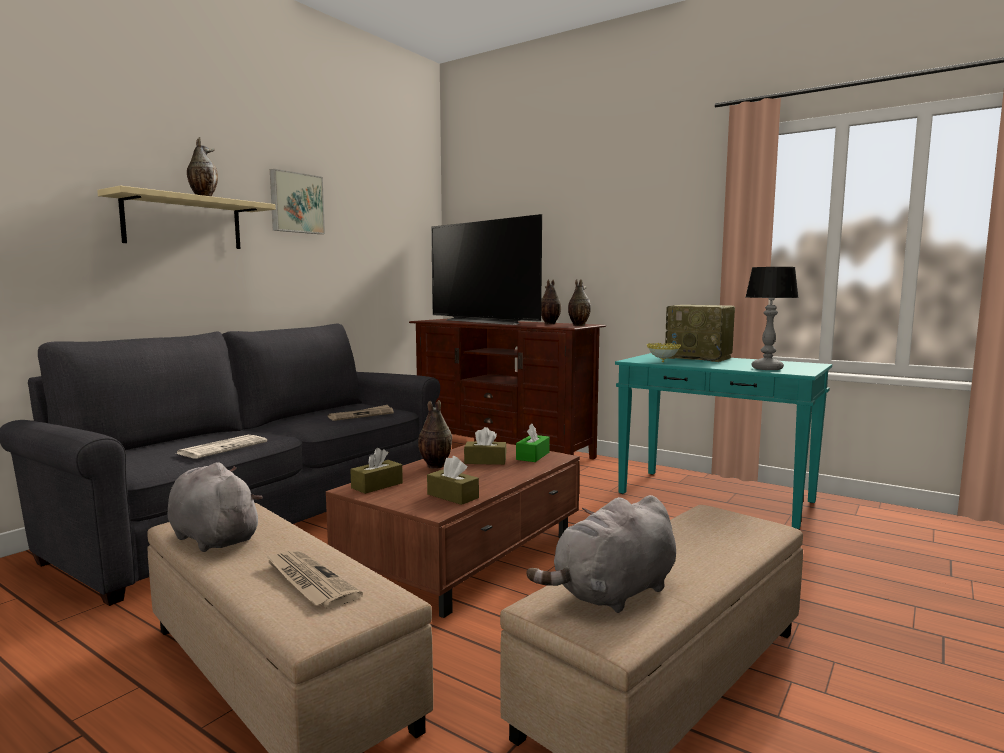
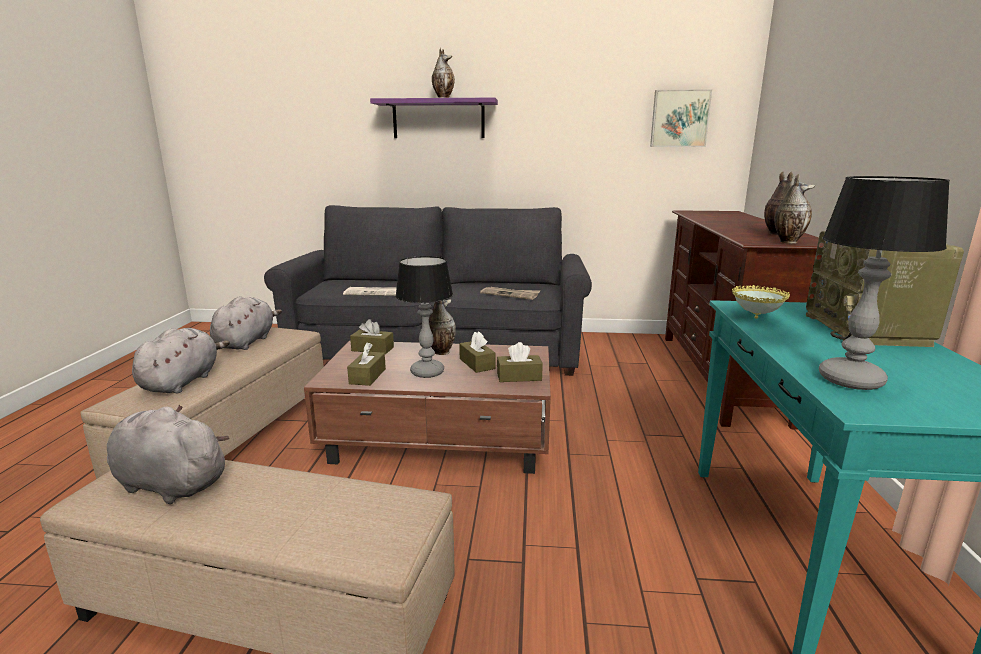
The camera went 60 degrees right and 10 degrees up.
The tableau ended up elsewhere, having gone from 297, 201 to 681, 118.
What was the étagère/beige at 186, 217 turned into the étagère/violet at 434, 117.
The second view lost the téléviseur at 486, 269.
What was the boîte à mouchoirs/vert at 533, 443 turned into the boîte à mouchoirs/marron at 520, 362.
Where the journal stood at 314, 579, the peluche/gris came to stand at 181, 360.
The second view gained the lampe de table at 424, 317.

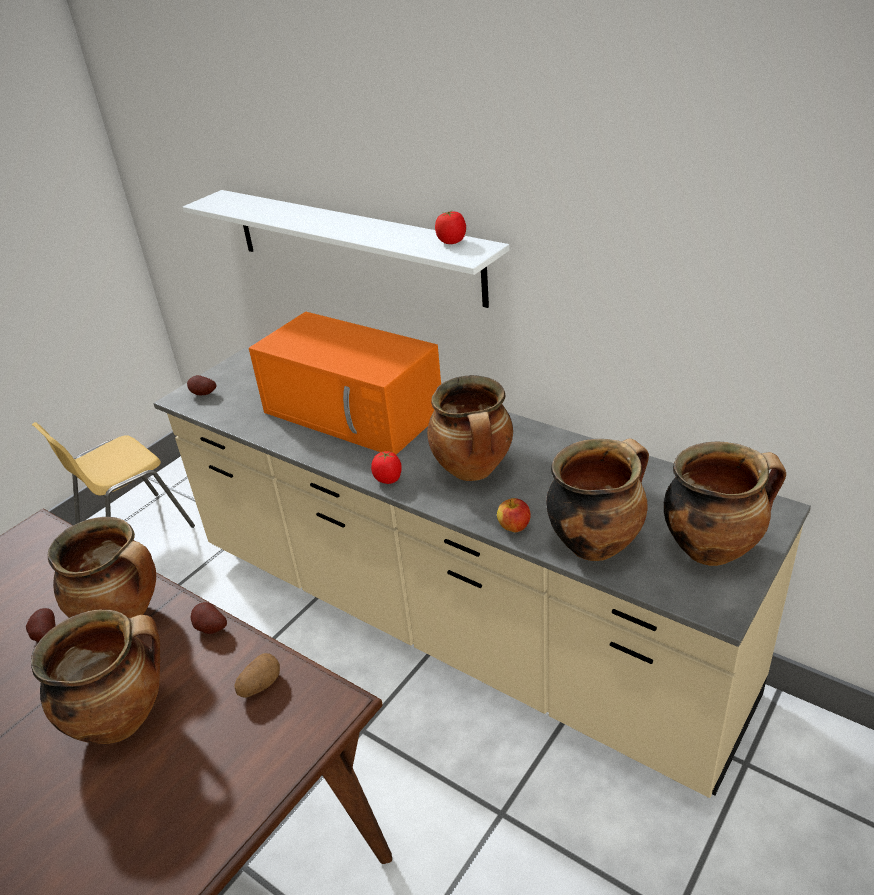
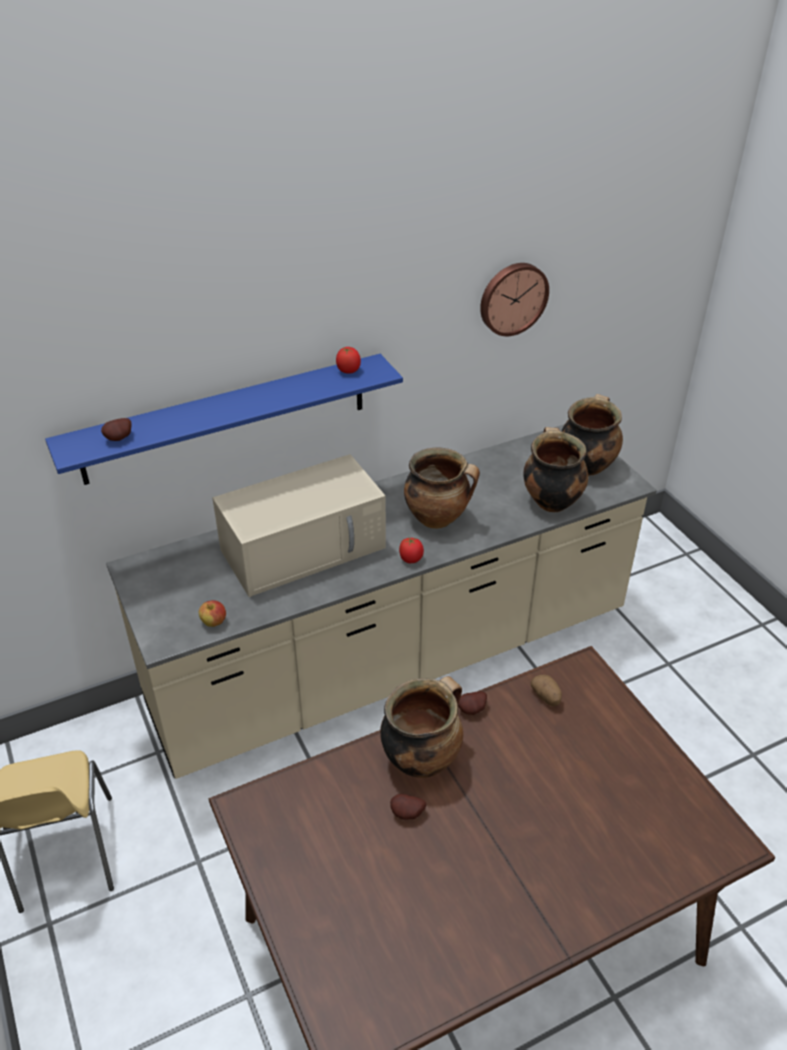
The camera went 65 degrees left and 5 degrees up.
What was the étagère/blanc at 345, 249 turned into the étagère/bleu at 224, 419.
What was the micro-ondes/orange at 345, 383 turned into the micro-ondes/beige at 299, 525.
The pomme de terre ended up elsewhere, having gone from 202, 385 to 116, 429.
The pomme ended up elsewhere, having gone from 514, 515 to 212, 613.
The second view lost the marmite at 95, 676.
The second view gained the horloge murale at 514, 299.

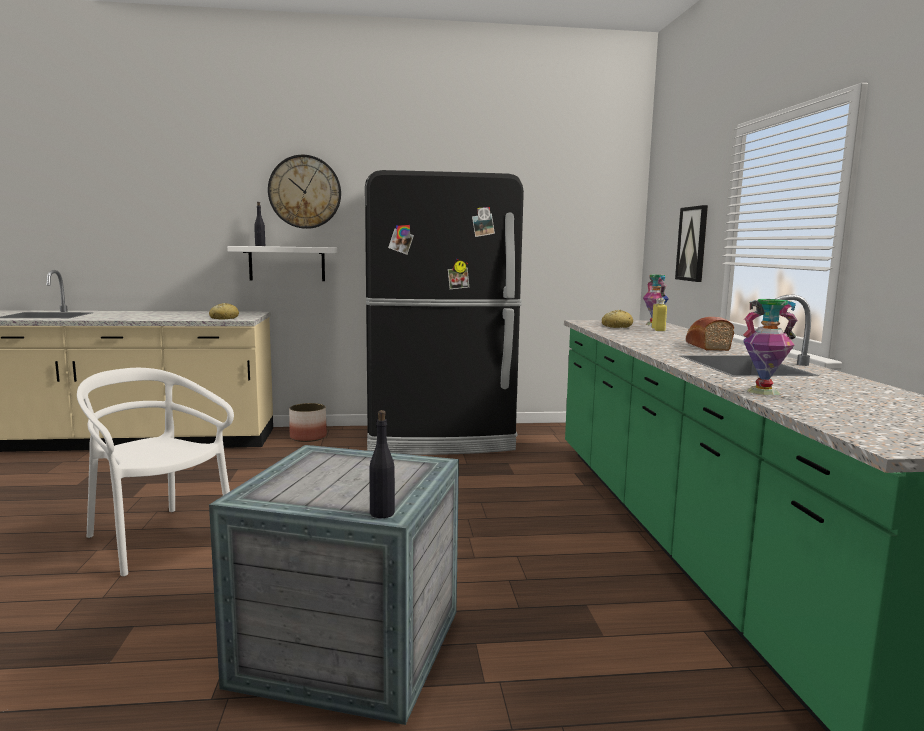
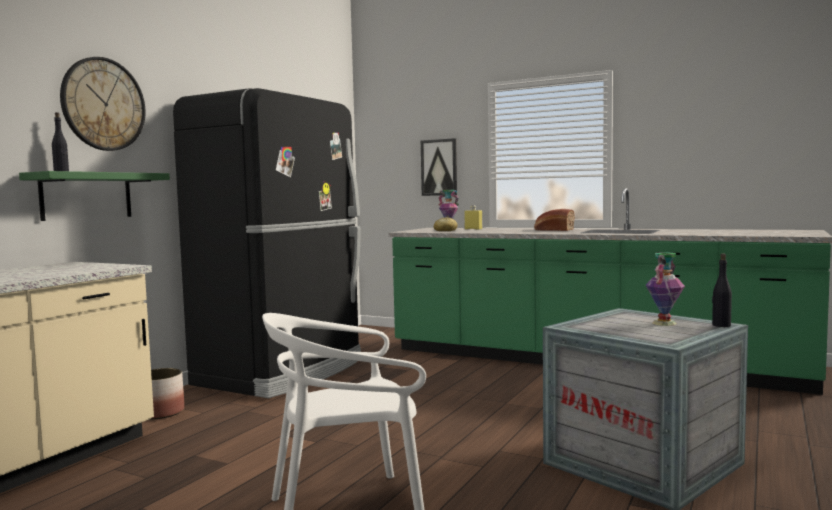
The camera went 55 degrees left and 5 degrees down.
What was the étagère/blanc at 282, 263 turned into the étagère/vert at 94, 196.
The vase ended up elsewhere, having gone from 770, 347 to 665, 289.
The second view lost the pain at 224, 311.

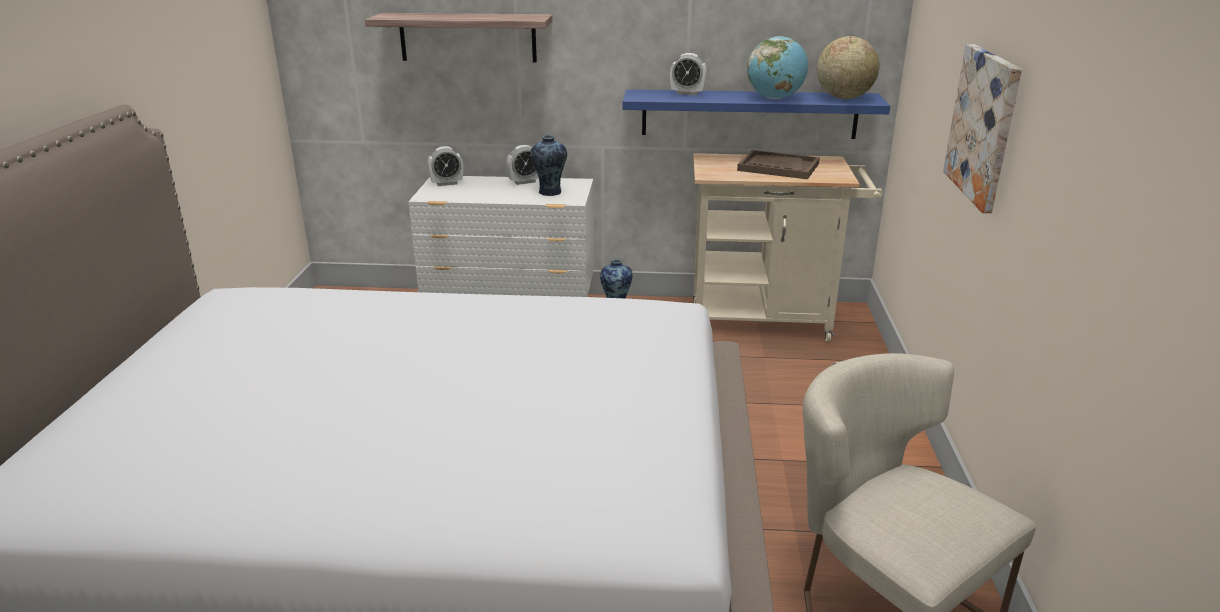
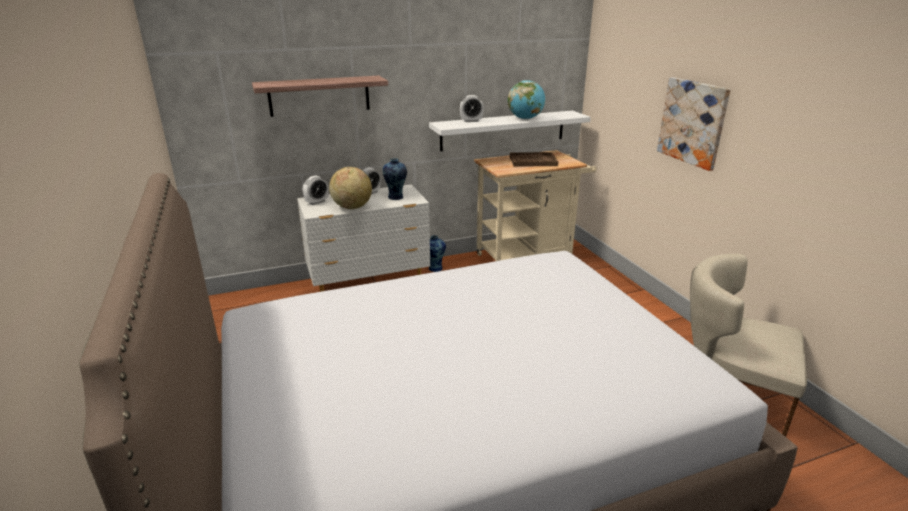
The camera went 25 degrees left and 0 degrees up.
The globe ended up elsewhere, having gone from 848, 67 to 350, 188.
What was the étagère/bleu at 756, 114 turned into the étagère/blanc at 510, 130.

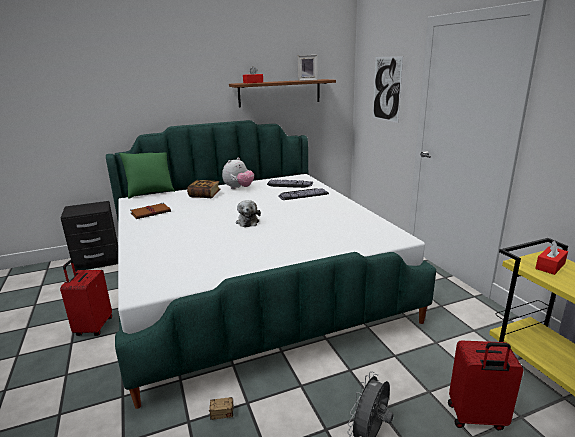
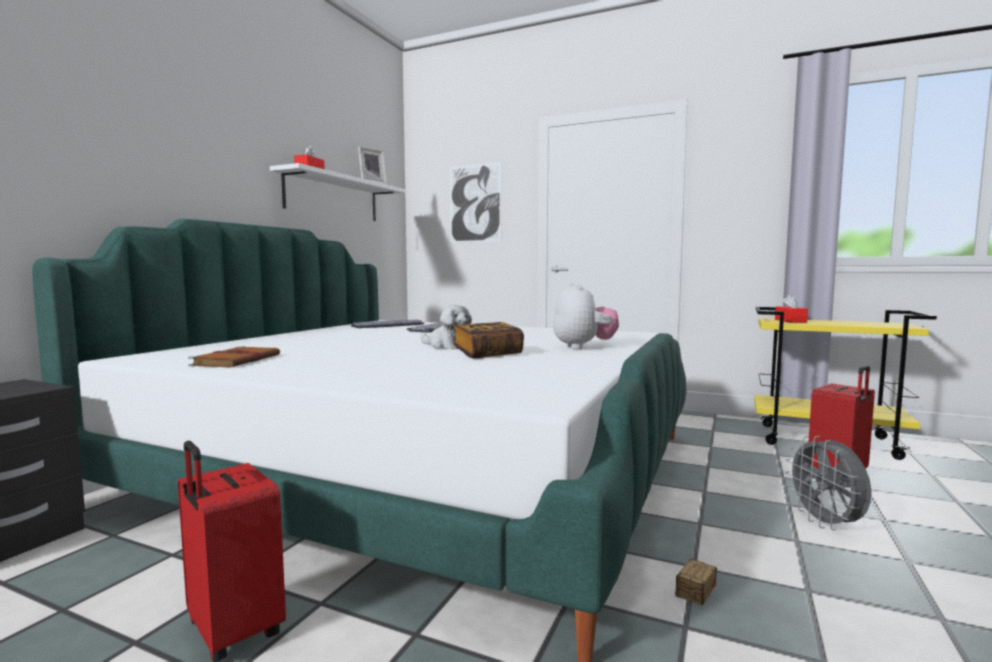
The camera went 45 degrees left and 15 degrees down.
What was the étagère/marron at 282, 93 turned into the étagère/blanc at 337, 192.
The second view lost the coussin/vert at 147, 175.
The peluche ended up elsewhere, having gone from 238, 173 to 586, 316.
The livre ended up elsewhere, having gone from 203, 189 to 488, 340.

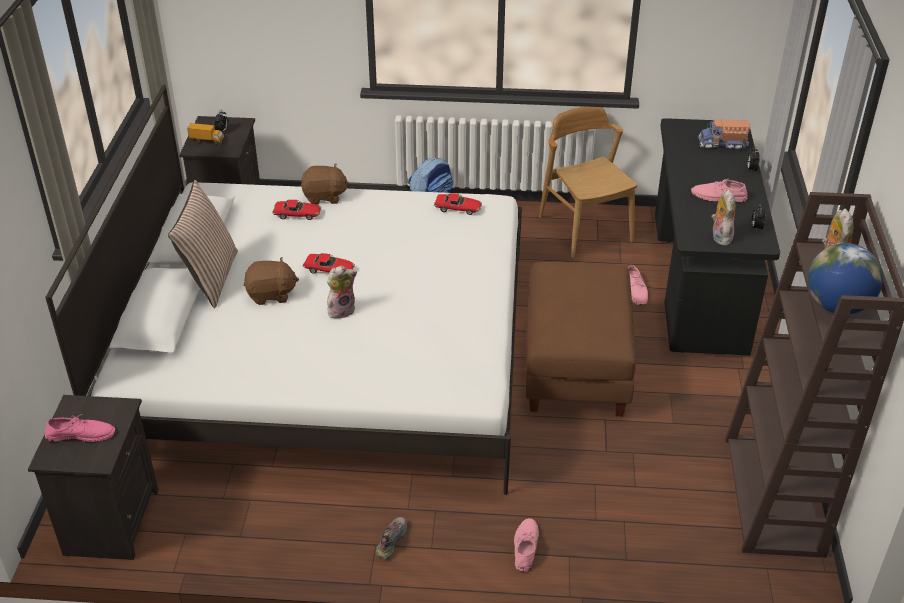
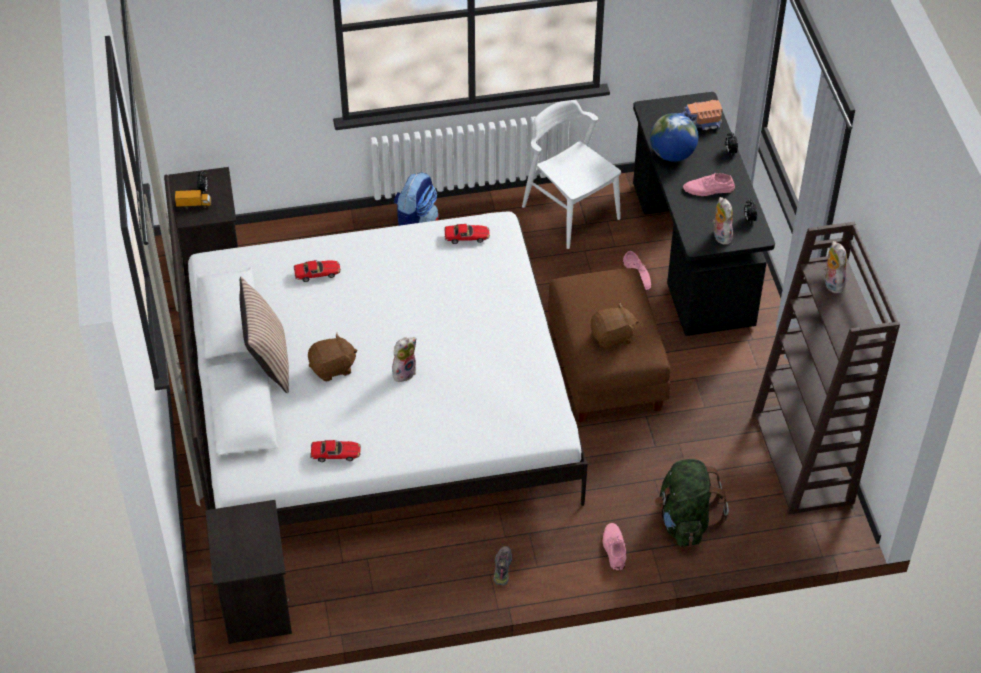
The camera went 15 degrees left and 10 degrees up.
What was the chaise/marron at 588, 182 turned into the chaise/blanc at 571, 174.
The peluche/marron ended up elsewhere, having gone from 325, 183 to 614, 326.
The globe ended up elsewhere, having gone from 845, 278 to 674, 137.
The petite voiture ended up elsewhere, having gone from 329, 263 to 335, 451.
The second view lost the chaussure/rose at 80, 428.
The second view gained the sac à dos/vert at 691, 503.

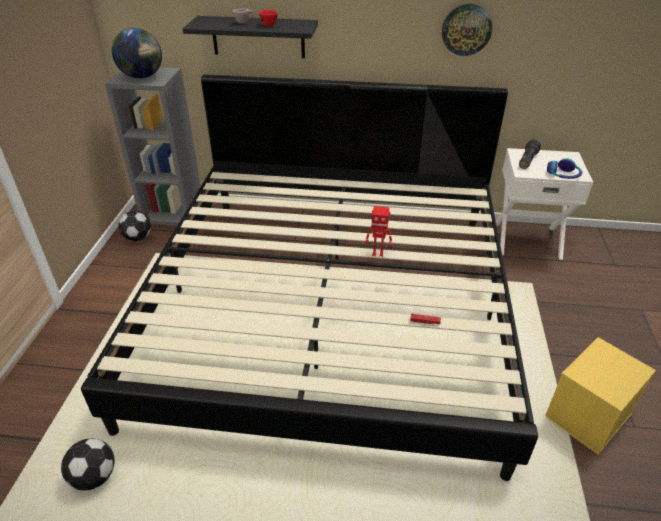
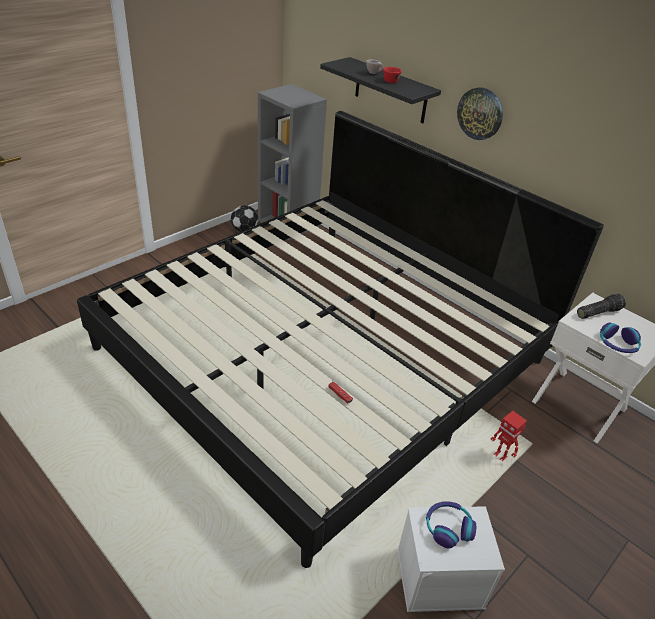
The camera went 35 degrees right and 0 degrees up.
The horloge murale ended up elsewhere, having gone from 467, 30 to 480, 113.
The second view lost the globe at 137, 53.
The robot jouet ended up elsewhere, having gone from 378, 231 to 508, 436.
What was the boîte de rangement/jaune at 600, 396 turned into the boîte de rangement/blanc at 451, 559.
The second view lost the ballon de foot at 88, 464.
The second view gained the casque audio at 451, 524.

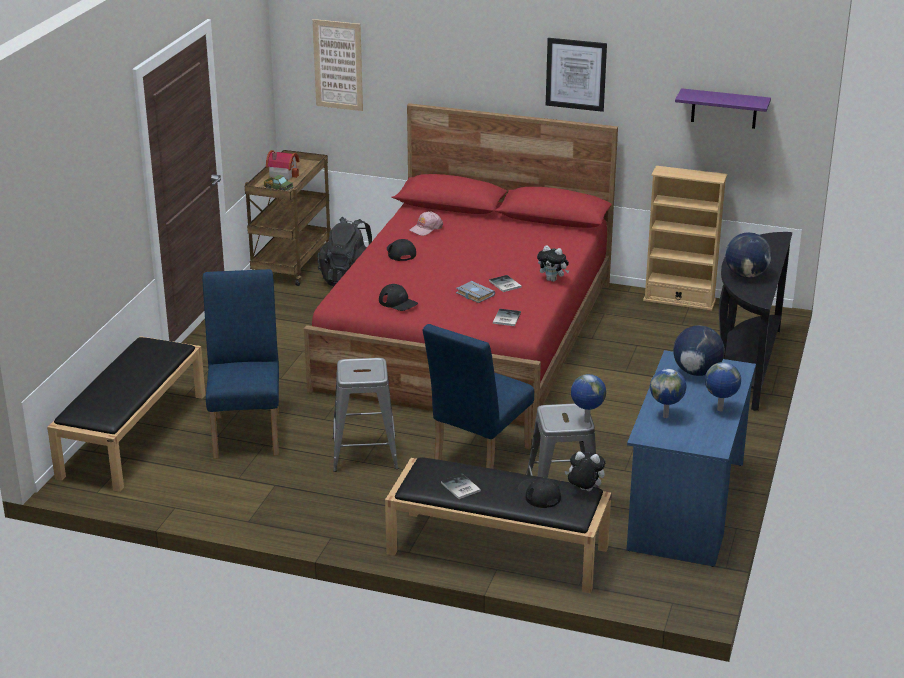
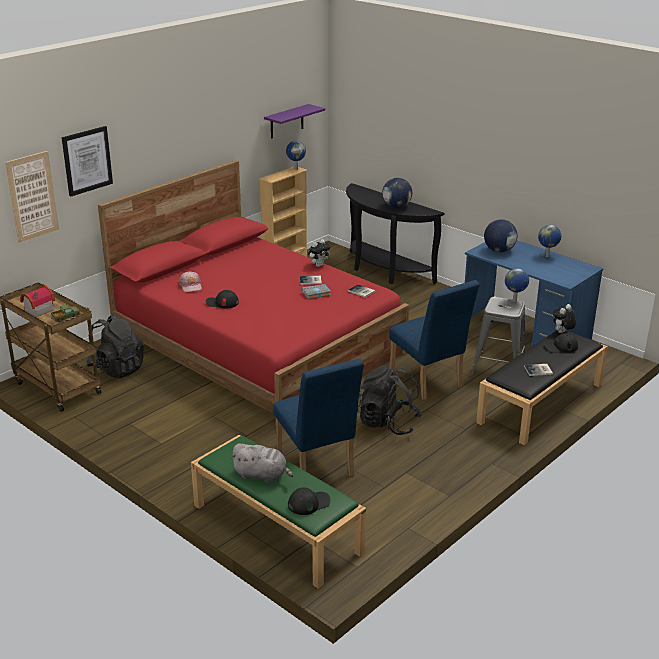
The camera went 65 degrees left and 0 degrees up.
The tableau ended up elsewhere, having gone from 576, 75 to 87, 161.
The chaise/bleu at 241, 364 ended up facing another way, 135 degrees counterclockwise from before.
The casquette/noir ended up elsewhere, having gone from 398, 297 to 309, 501.
What was the banc/noir at 126, 414 turned into the banc/vert at 278, 512.
Where the tabouret/gris stood at 365, 415, the sac à dos/noir came to stand at 389, 400.
The globe ended up elsewhere, having gone from 668, 393 to 296, 155.
The second view gained the peluche/gris at 262, 463.

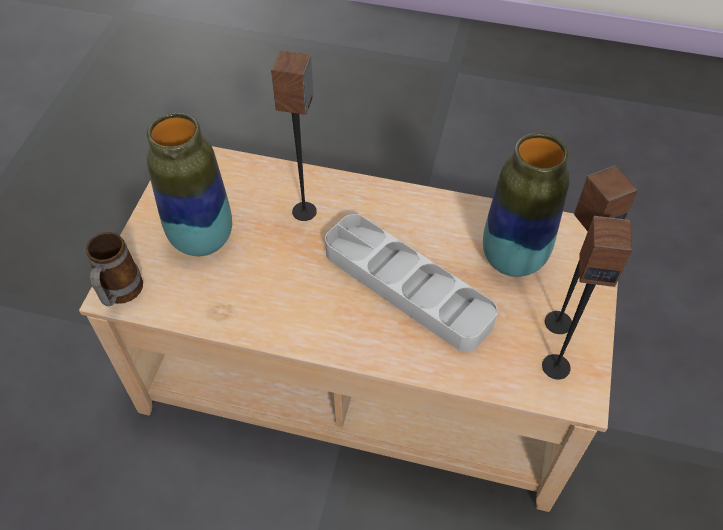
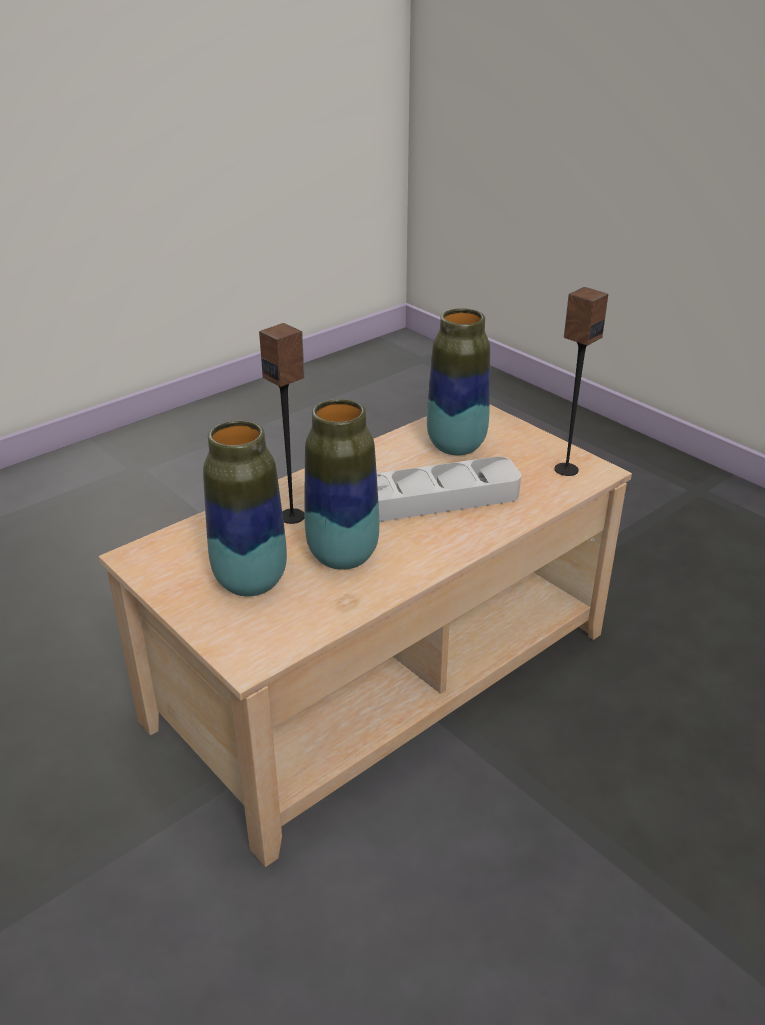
The camera went 55 degrees left and 20 degrees down.
The second view lost the enceinte at 591, 249.
The second view lost the mug at 114, 269.
The second view gained the vase at 341, 484.

